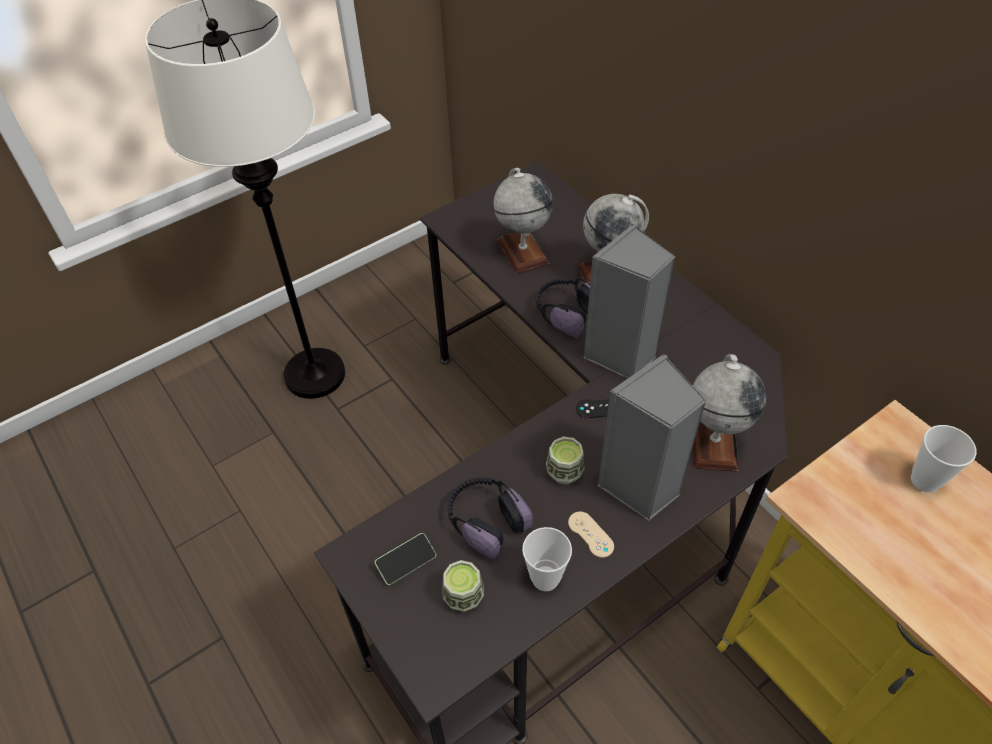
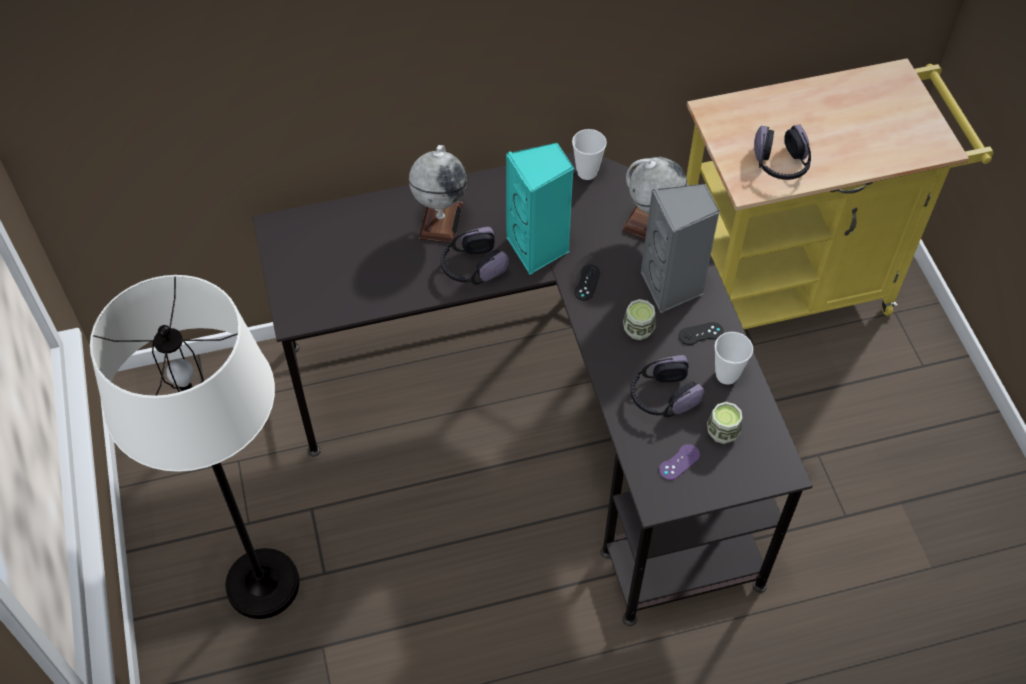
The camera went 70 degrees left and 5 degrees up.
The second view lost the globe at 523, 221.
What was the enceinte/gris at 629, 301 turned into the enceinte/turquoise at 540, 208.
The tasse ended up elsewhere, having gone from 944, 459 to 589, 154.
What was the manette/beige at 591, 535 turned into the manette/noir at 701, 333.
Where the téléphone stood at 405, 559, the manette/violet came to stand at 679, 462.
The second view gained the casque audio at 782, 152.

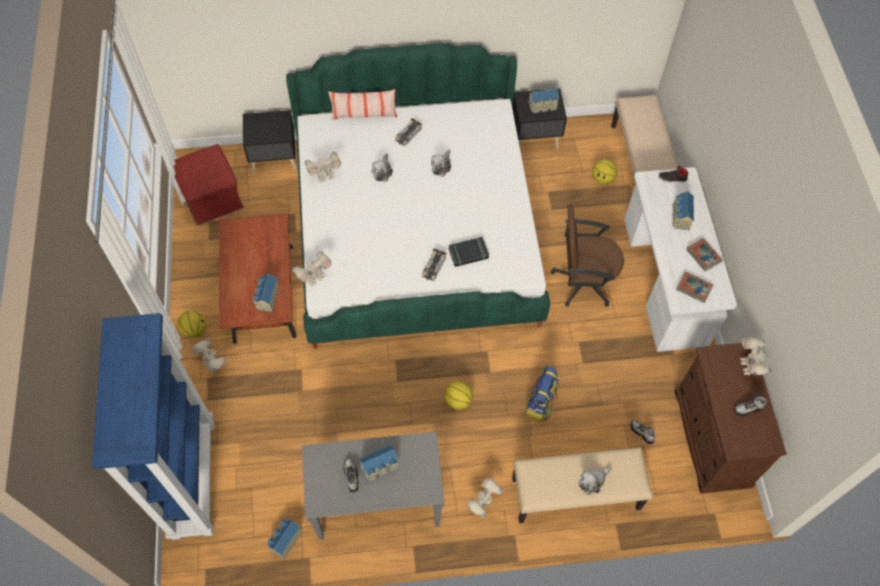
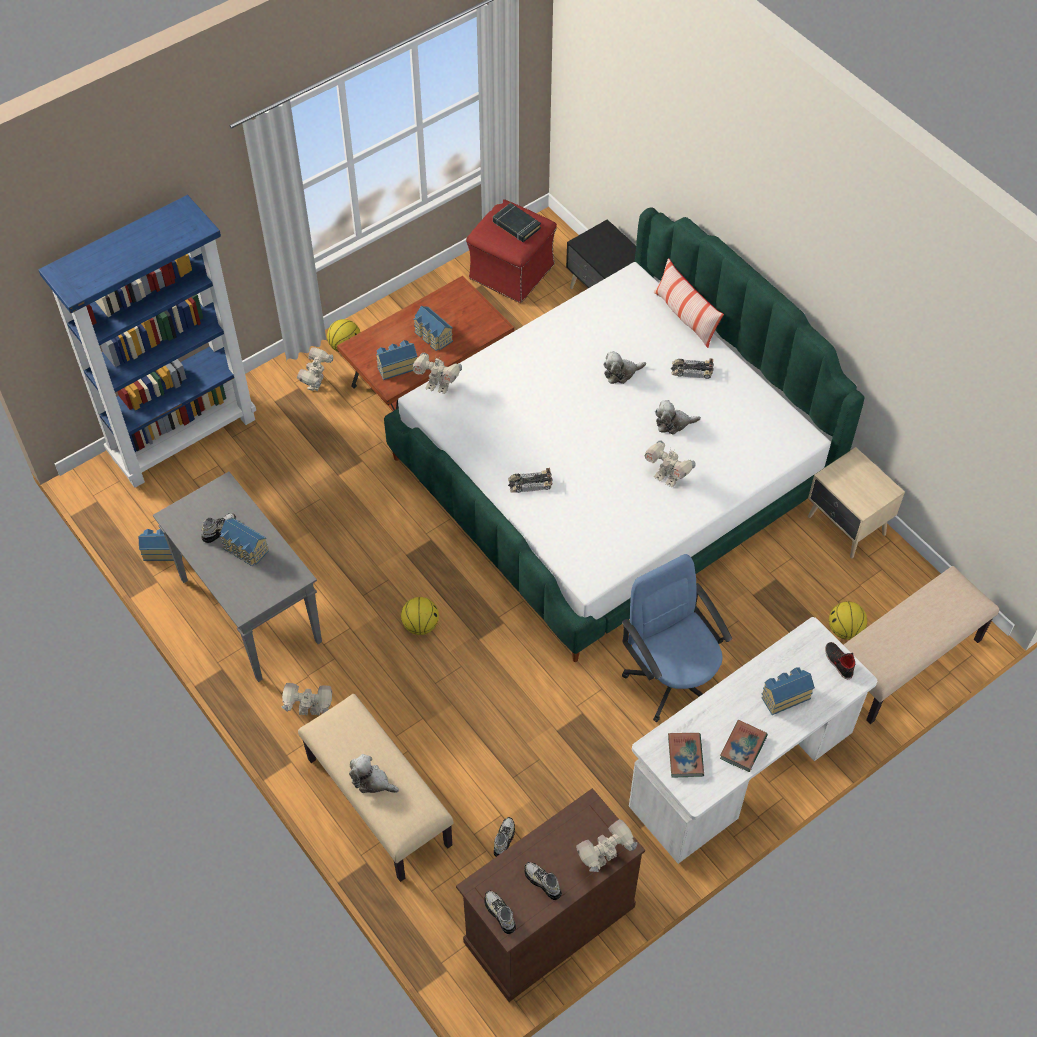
The camera went 60 degrees right and 5 degrees down.
What was the table de chevet/noir at 540, 118 turned into the table de chevet/beige at 856, 503.
The maison miniature ended up elsewhere, having gone from 543, 101 to 433, 328.
The robot jouet ended up elsewhere, having gone from 322, 167 to 670, 464.
What was the chaise de bureau/marron at 587, 255 turned into the chaise de bureau/bleu at 677, 638.
The livre/noir ended up elsewhere, having gone from 468, 252 to 517, 222.
The second view lost the sac à dos at 542, 394.
The second view gained the chaussure at 500, 912.

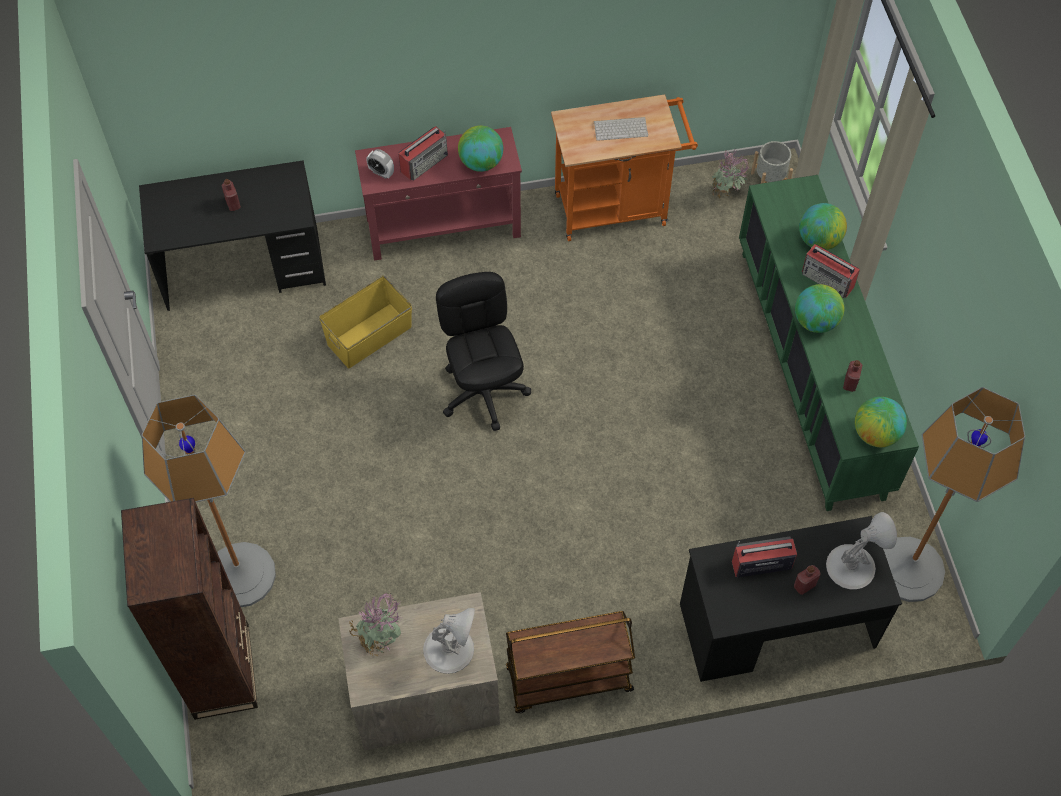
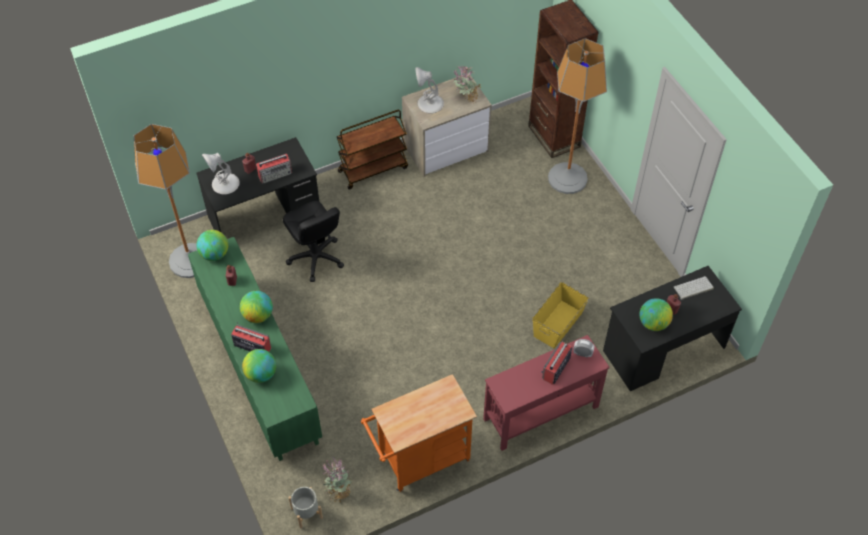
The camera went 165 degrees right and 5 degrees down.
The clavier ended up elsewhere, having gone from 621, 129 to 694, 288.
The globe ended up elsewhere, having gone from 480, 149 to 656, 314.
The chaise de bureau/noir ended up elsewhere, having gone from 483, 351 to 313, 241.

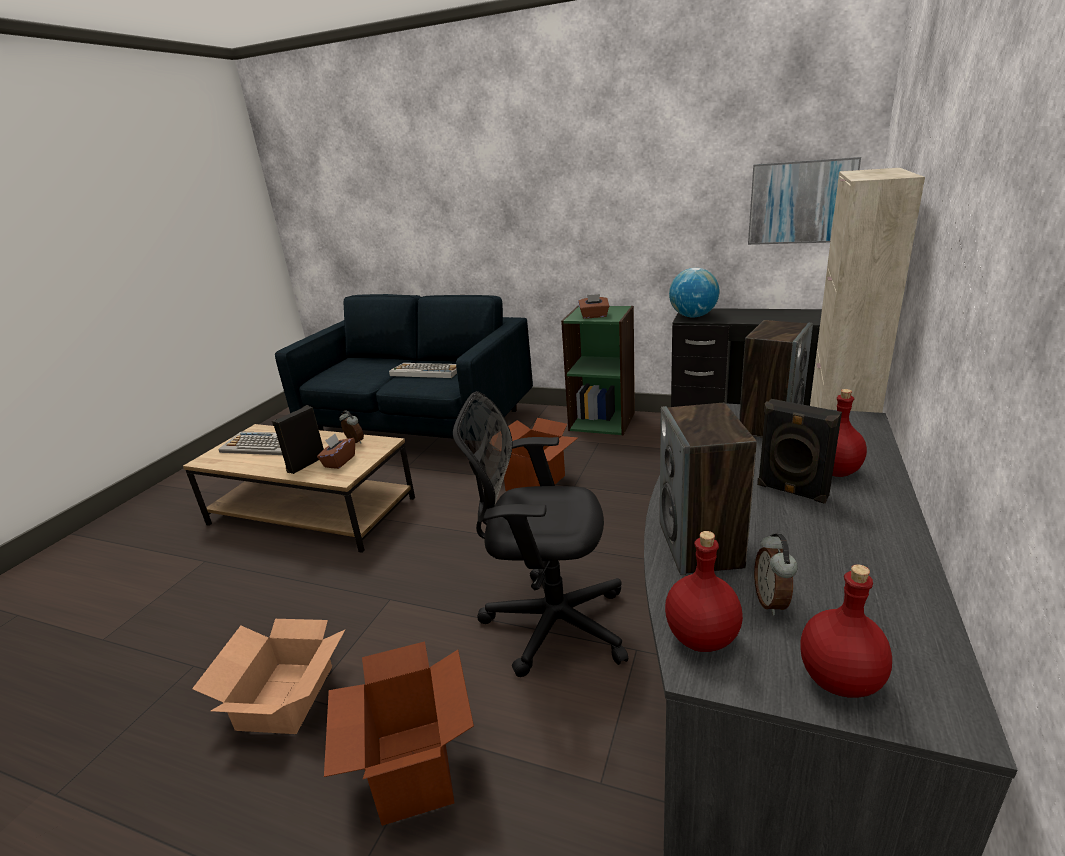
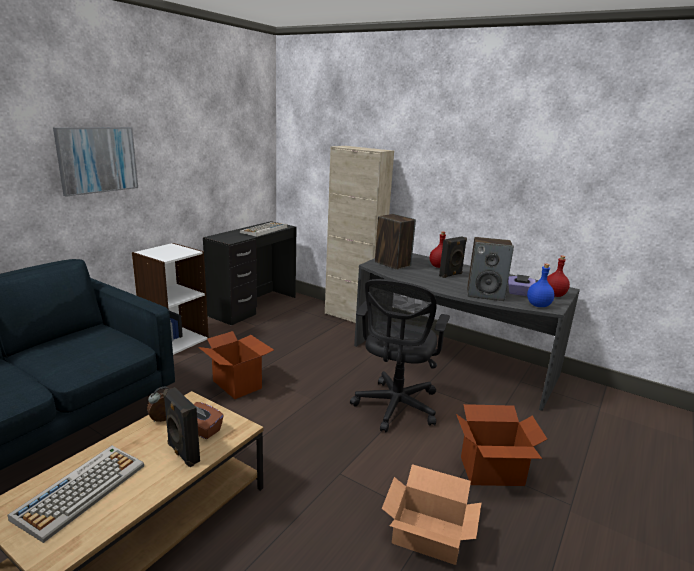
The camera went 80 degrees left and 5 degrees down.
The tableau ended up elsewhere, having gone from 804, 201 to 95, 162.
The second view lost the globe at 694, 293.
The second view lost the boîte à mouchoirs/marron at 593, 306.
What was the bibliothèque/vert at 598, 370 turned into the bibliothèque/blanc at 170, 299.
The clavier ended up elsewhere, having gone from 423, 370 to 263, 229.
What was the bouteille/rouge at 704, 591 turned into the bouteille/bleu at 541, 285.
Where the réveil stood at 776, 575, the boîte à mouchoirs/violet came to stand at 522, 285.

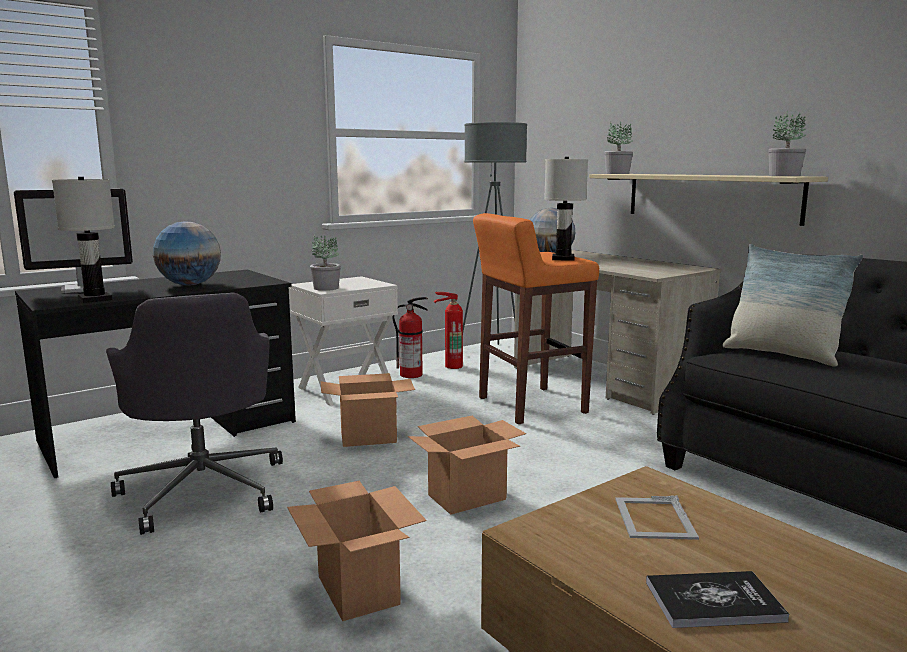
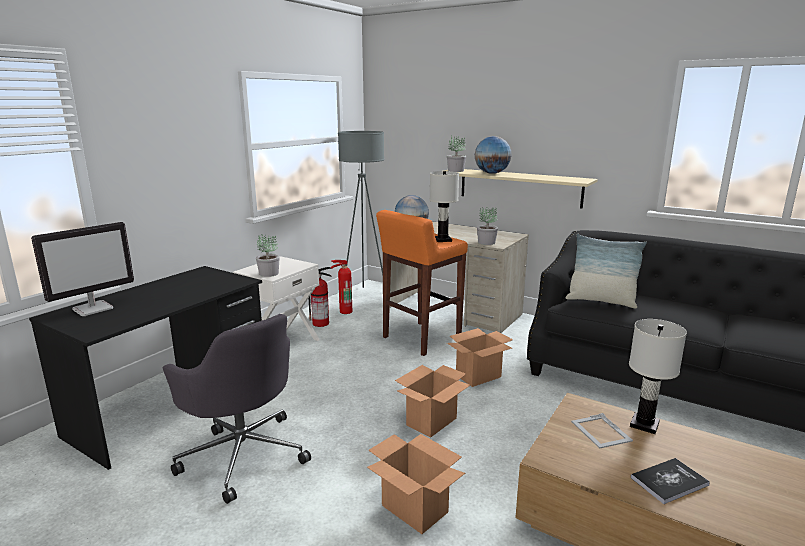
The camera went 20 degrees left and 5 degrees up.
The plante en pot ended up elsewhere, having gone from 787, 143 to 487, 226.
The lampe de table/blanc ended up elsewhere, having gone from 83, 240 to 658, 376.
The globe ended up elsewhere, having gone from 187, 253 to 493, 155.
The carton ended up elsewhere, having gone from 368, 410 to 480, 357.

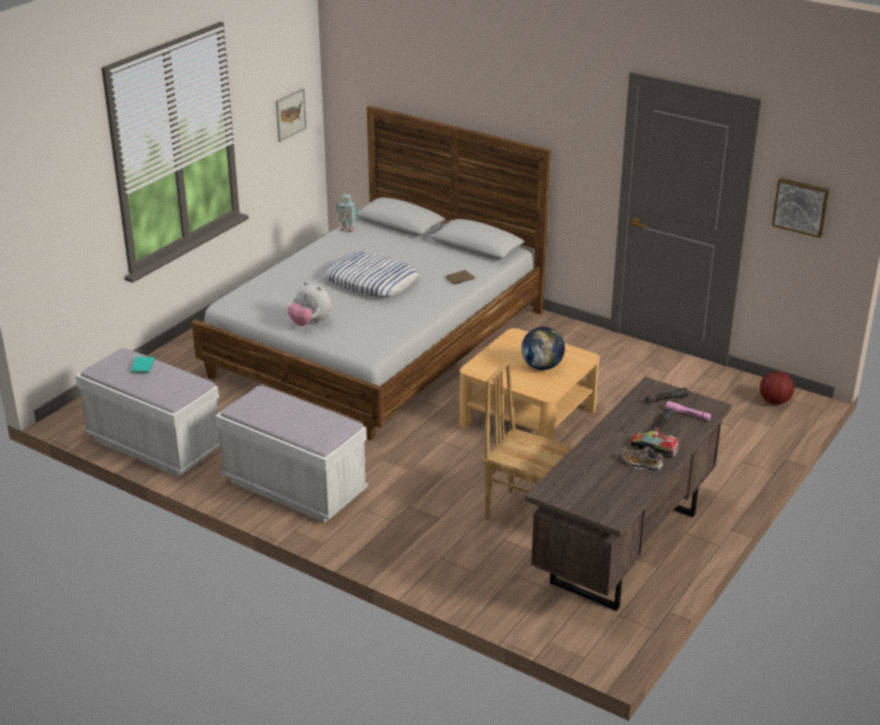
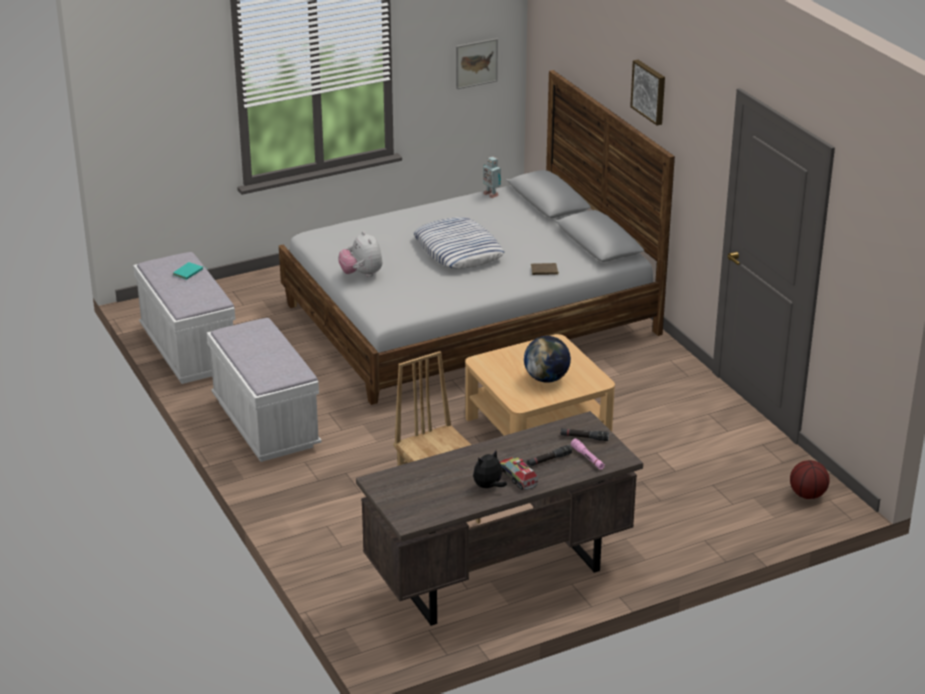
The camera went 30 degrees right and 0 degrees up.
The tableau ended up elsewhere, having gone from 800, 208 to 647, 92.
Where the chaussure stood at 642, 459, the peluche came to stand at 490, 469.

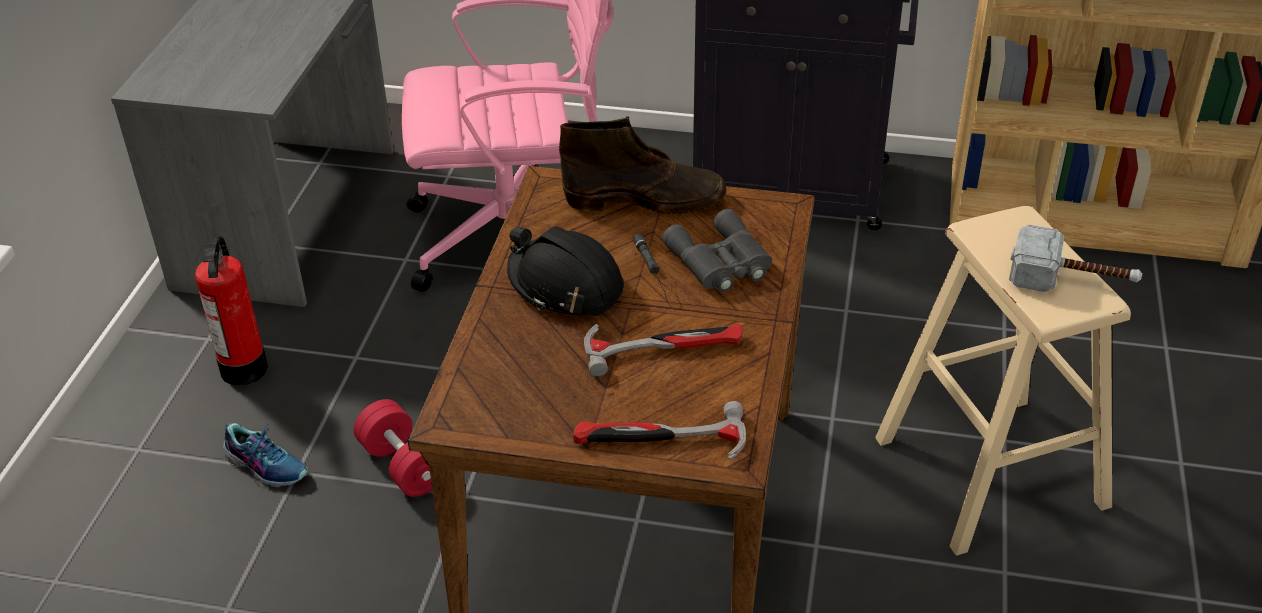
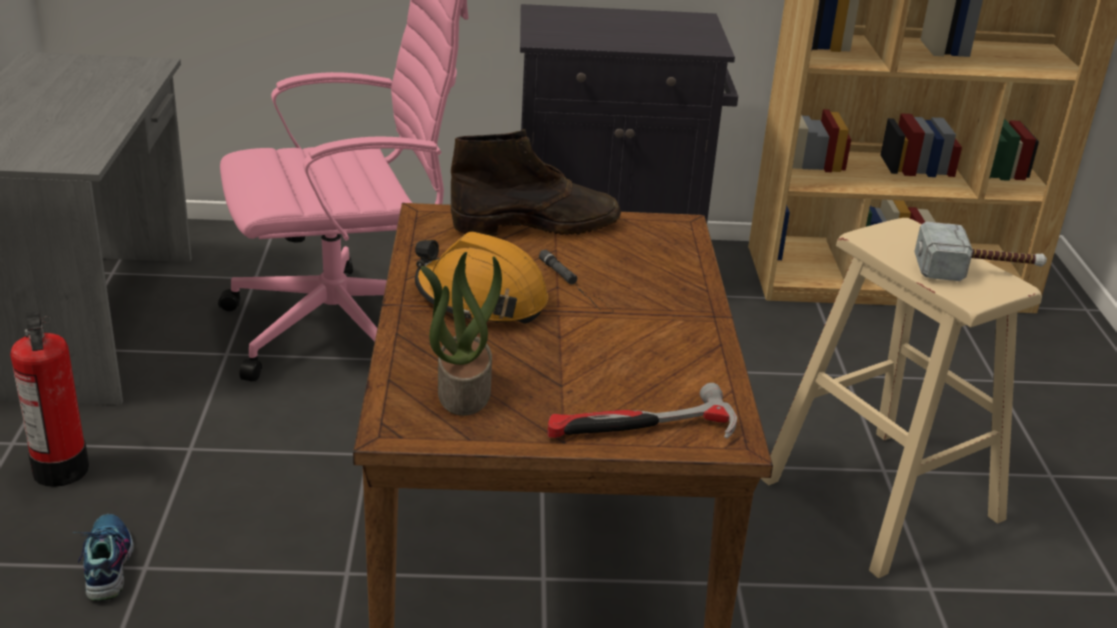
The camera went 15 degrees left and 10 degrees down.
The second view lost the jumelles/gris at 717, 250.
What was the casque de chantier/noir at 565, 271 turned into the casque de chantier/orange at 481, 278.
The second view lost the marteau at 663, 350.
The second view lost the haltère/rouge at 393, 448.
The chaussure at 265, 454 ended up facing another way, 120 degrees counterclockwise from before.
The second view gained the plante en pot at 461, 334.

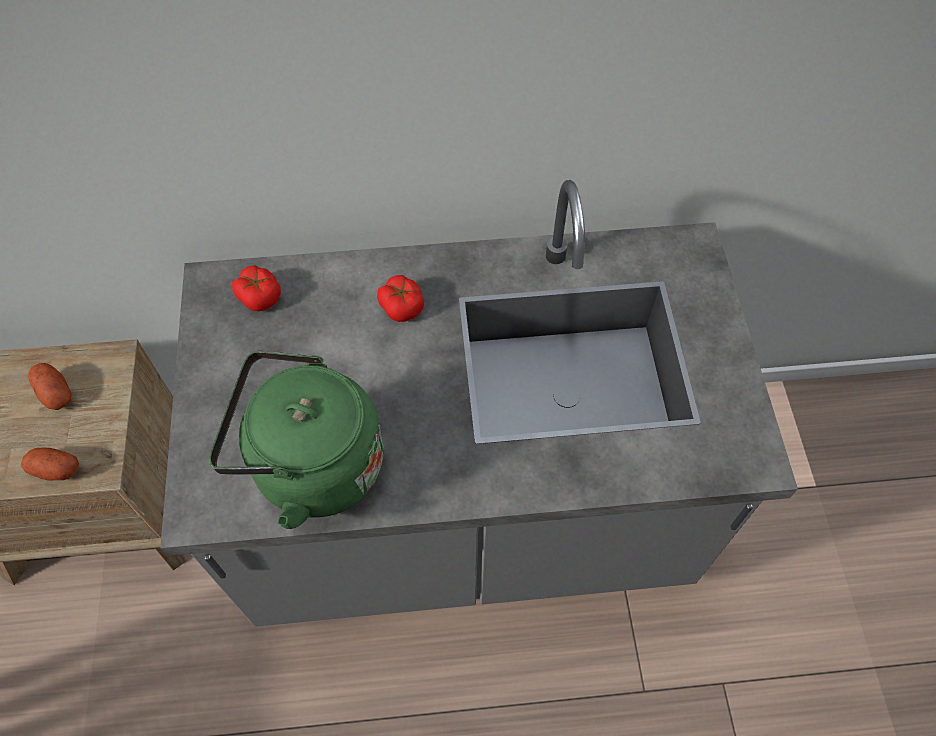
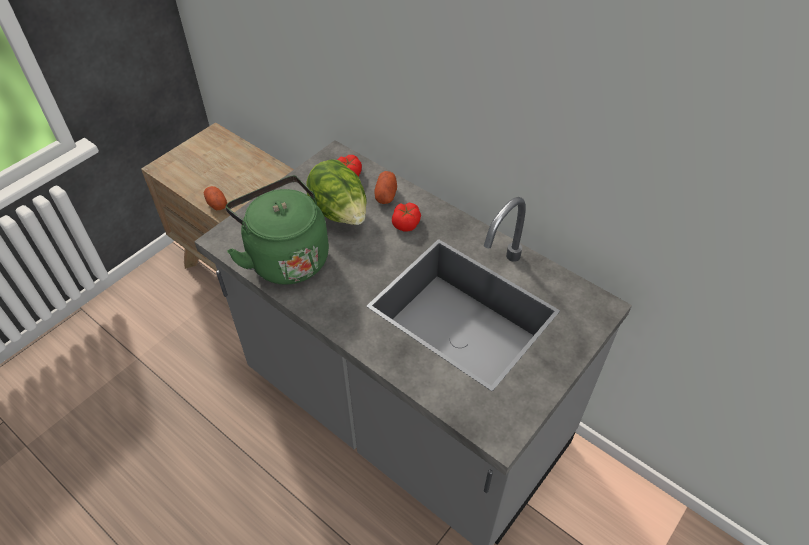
The camera went 45 degrees right and 10 degrees down.
The pomme de terre ended up elsewhere, having gone from 50, 386 to 386, 187.
The second view gained the laitue at 336, 192.

